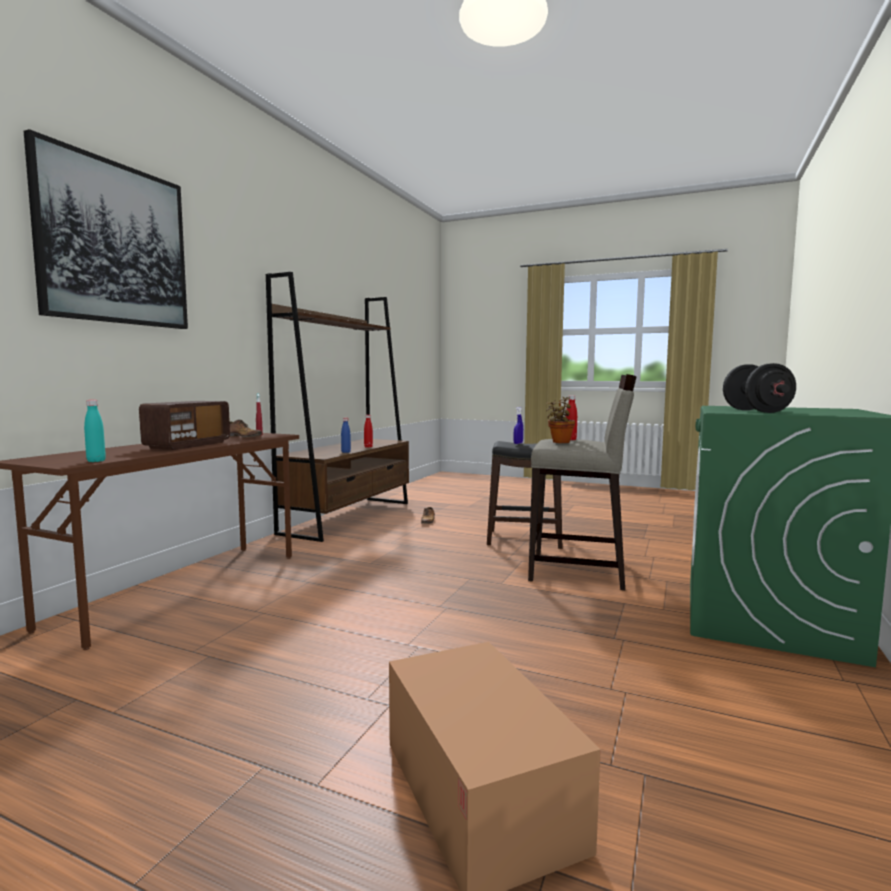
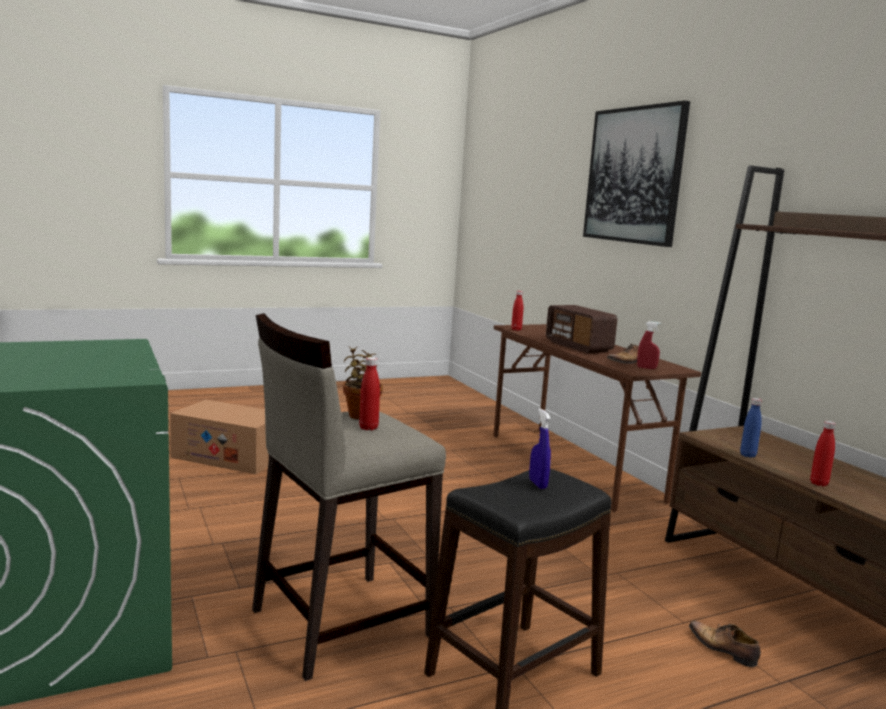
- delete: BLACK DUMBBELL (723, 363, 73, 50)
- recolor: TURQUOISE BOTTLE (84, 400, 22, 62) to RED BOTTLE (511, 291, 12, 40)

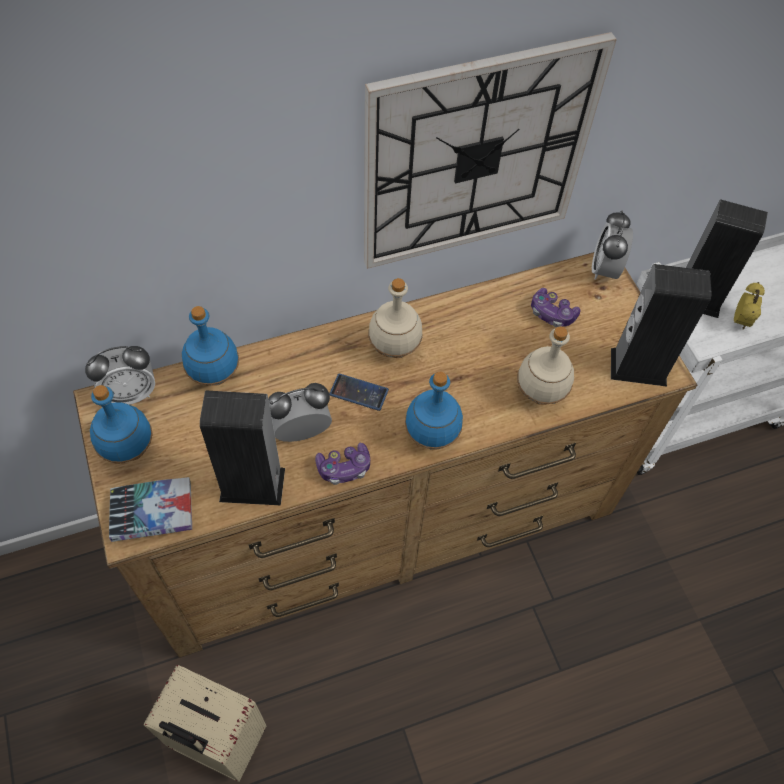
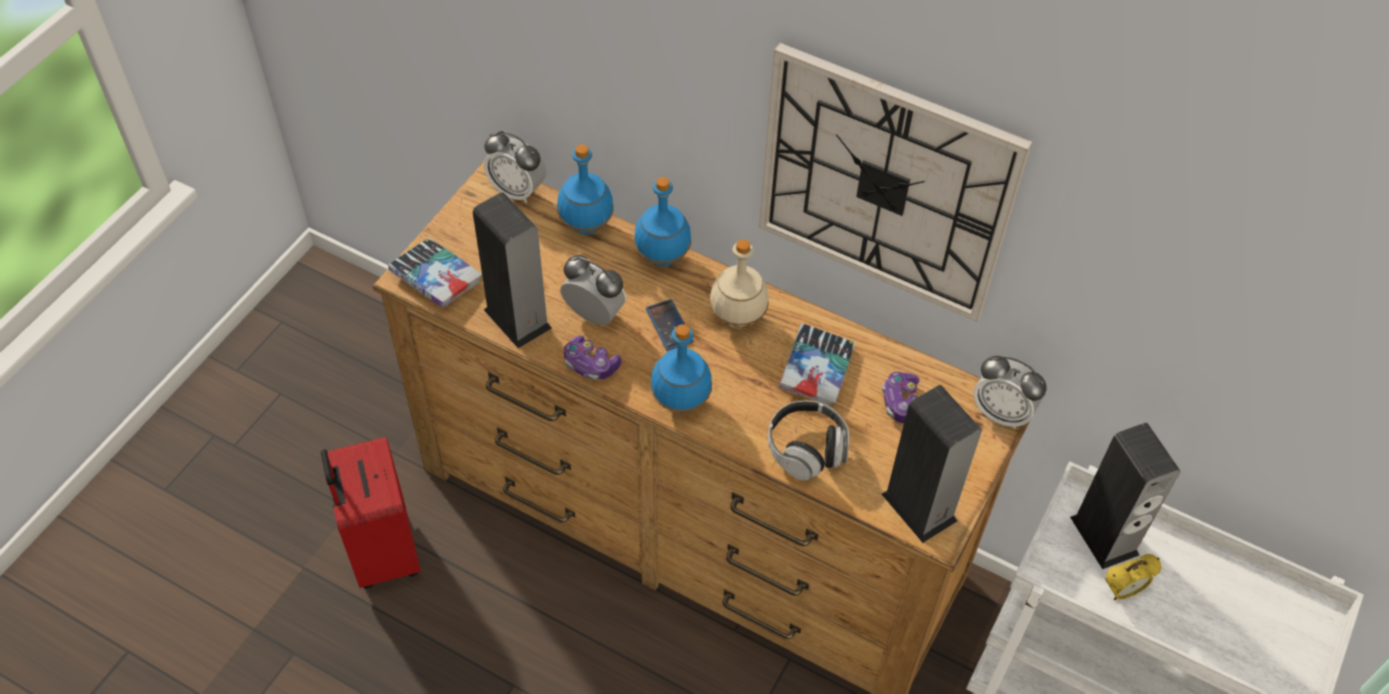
- insert: BOOK (779, 323, 76, 85)
- move: BLUE BOTTLE (90, 385, 63, 79) to (634, 177, 57, 90)
- replace: BEIGE BOTTLE (517, 327, 57, 78) to HEADPHONES (768, 401, 81, 80)
- recolor: BEIGE SUITCASE (143, 665, 123, 117) to RED SUITCASE (321, 437, 99, 151)
- rotate: ALARM CLOCK (592, 210, 41, 70) = (973, 356, 73, 73) 120 degrees counterclockwise

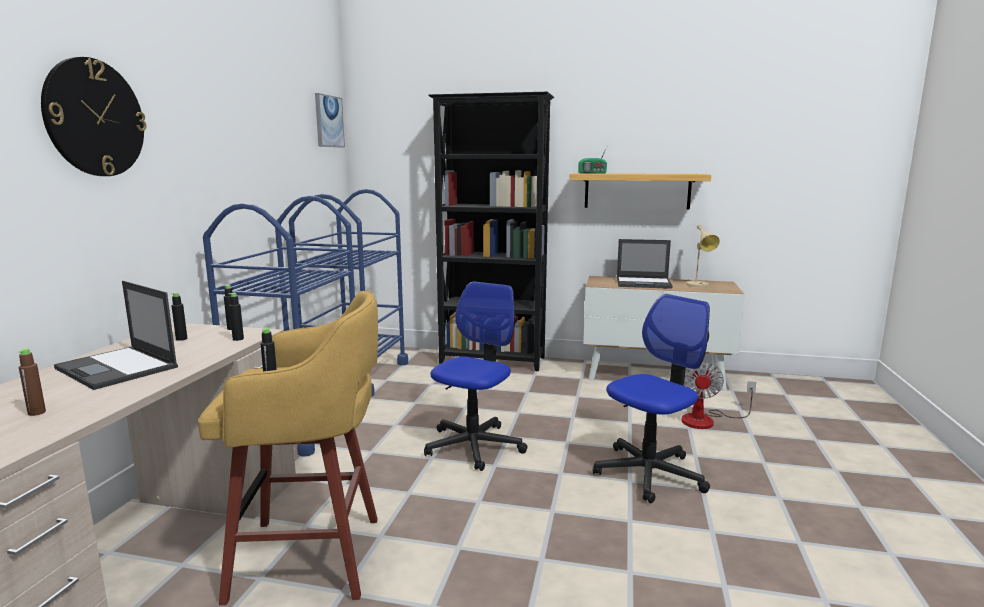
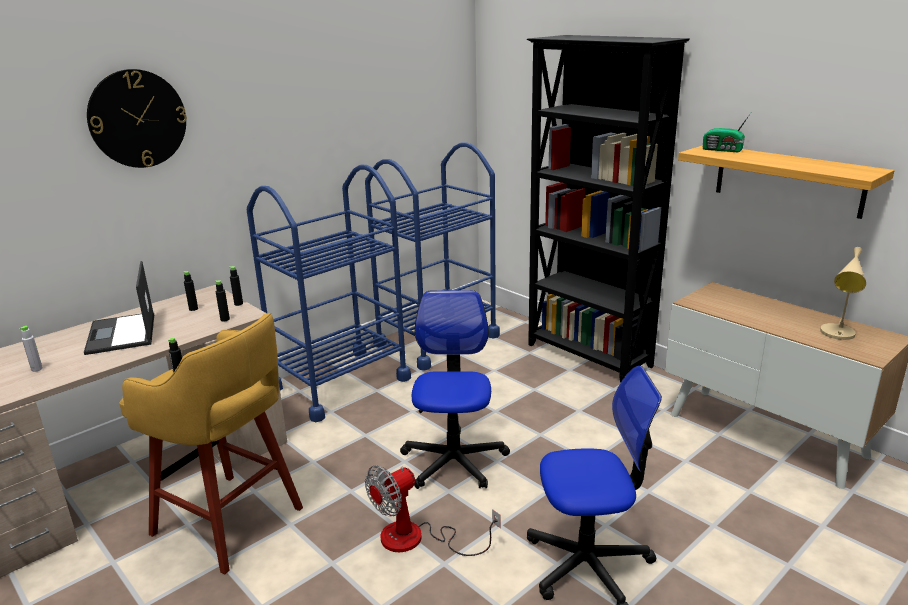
- delete: PICTURE (315, 93, 30, 55)
- delete: LAPTOP (617, 239, 56, 50)
- move: FAN (681, 361, 75, 68) to (365, 465, 136, 91)
- recolor: BROWN BOTTLE (18, 348, 28, 68) to GREY BOTTLE (19, 326, 24, 46)
- rotate: OFFICE CHAIR (424, 282, 103, 189) = (400, 290, 110, 199) 60 degrees counterclockwise

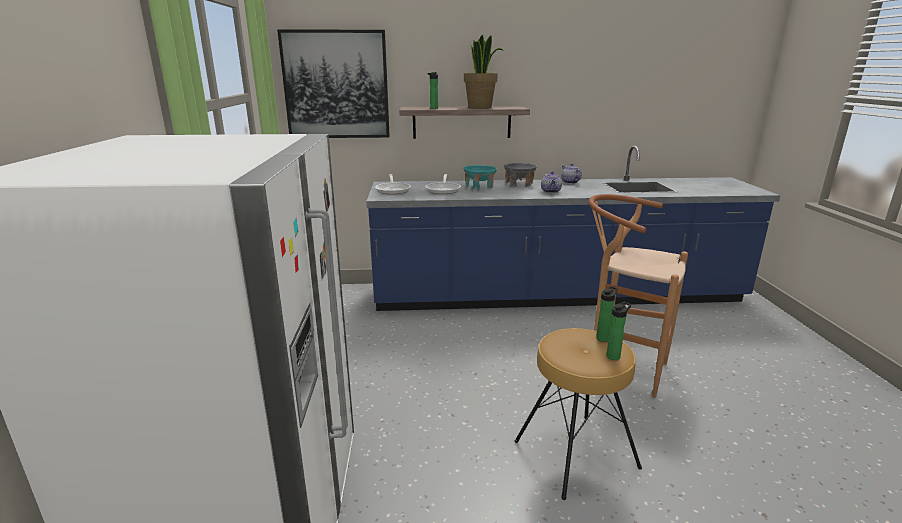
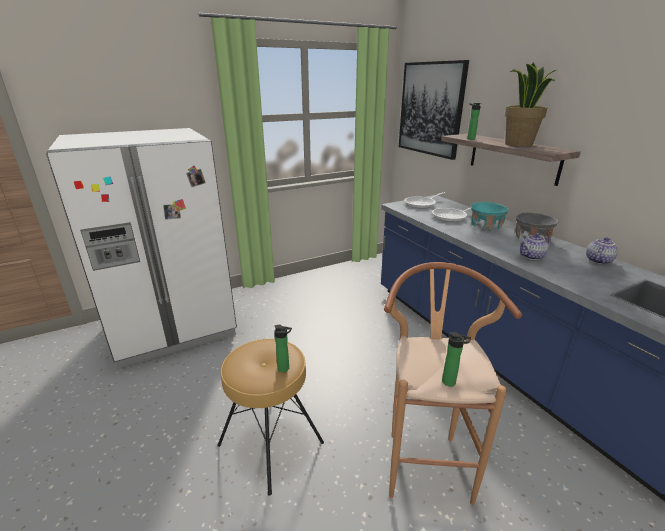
- move: BOTTLE (606, 302, 25, 58) to (442, 332, 29, 55)

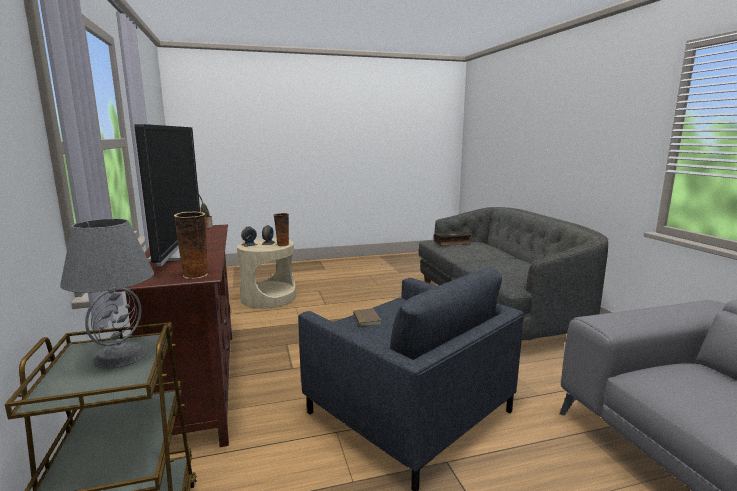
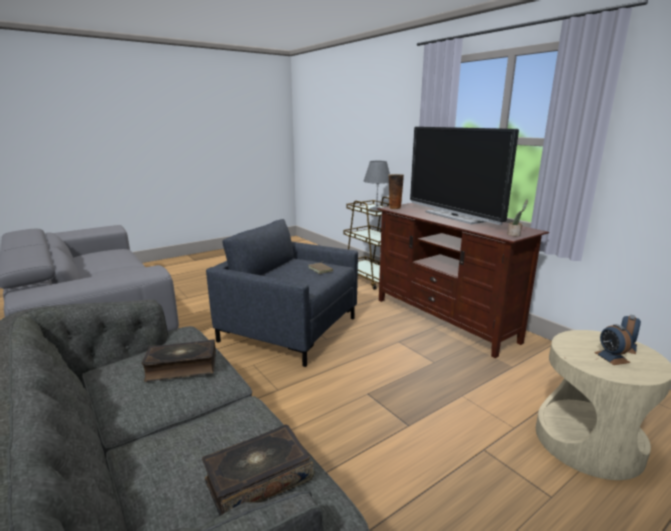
- delete: VASE (273, 213, 17, 33)
- insert: BOOK (141, 339, 75, 43)

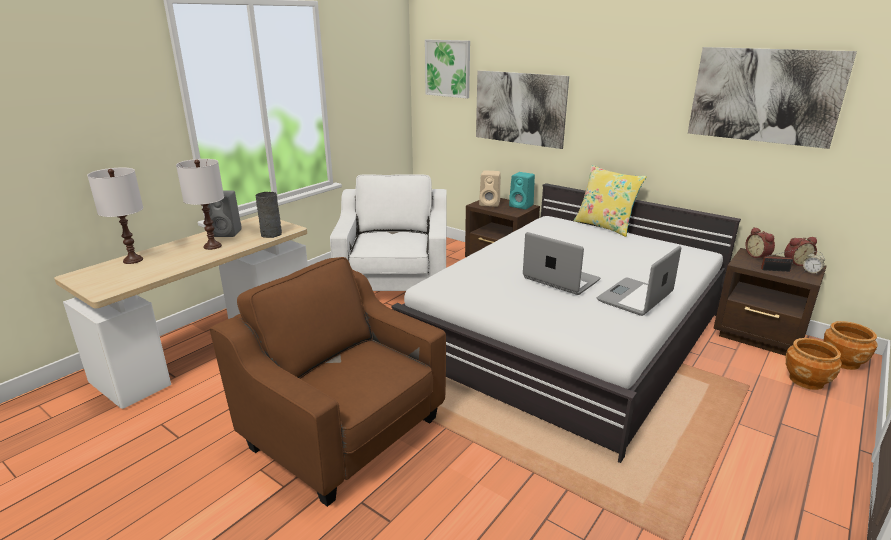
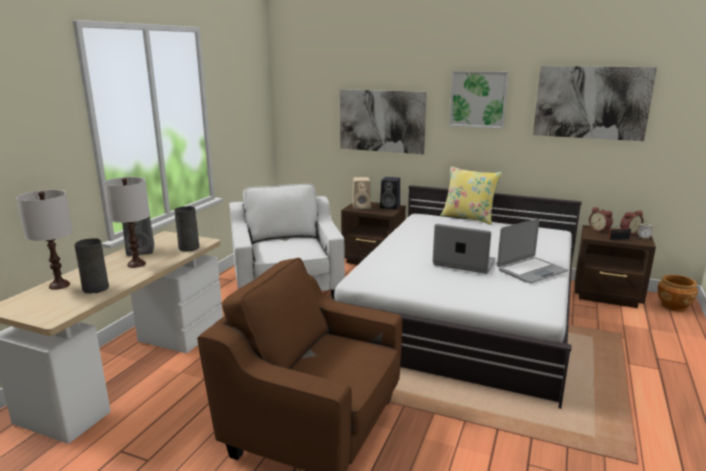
- delete: BROWN PLANTER (786, 338, 56, 52)
- insert: GREY VASE (75, 239, 34, 54)
- move: PICTURE (425, 40, 45, 58) to (449, 71, 60, 58)
- recolor: TURQUOISE SPEAKER (509, 172, 26, 37) to BLACK SPEAKER (380, 177, 20, 32)
- rotate: LAPTOP (597, 246, 84, 70) = (497, 219, 71, 64) 150 degrees counterclockwise

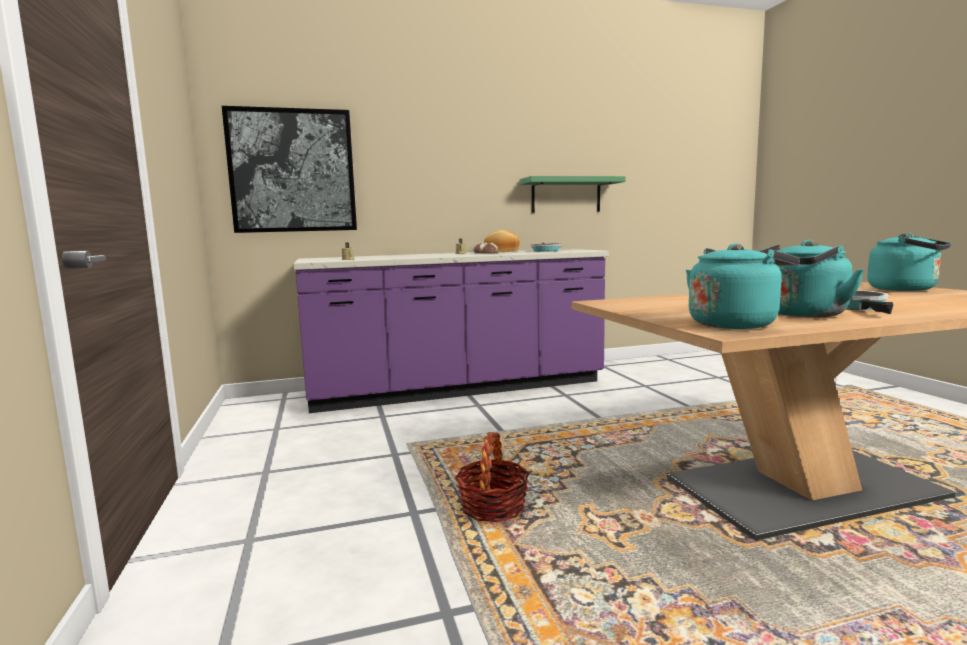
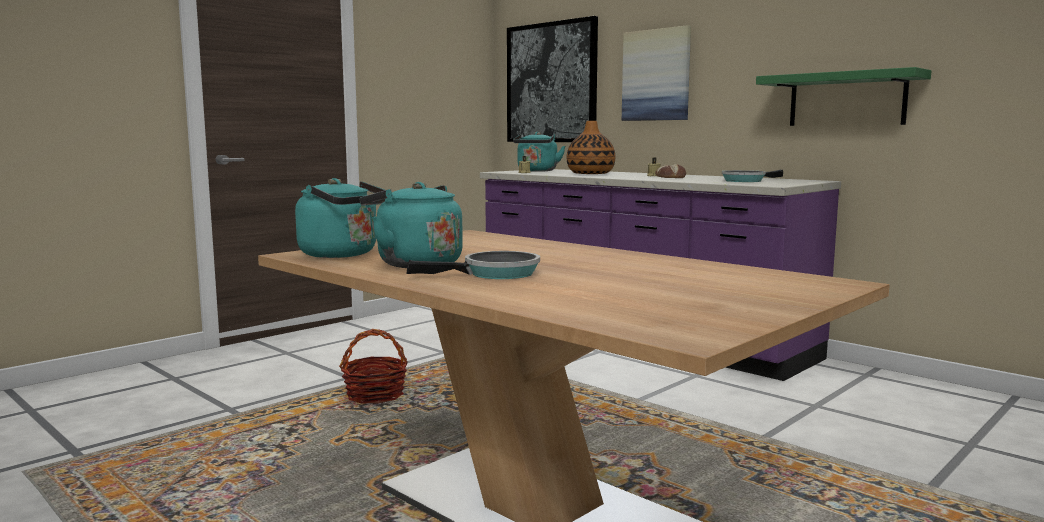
- delete: BREAD (484, 230, 36, 22)
- insert: VASE (567, 121, 48, 53)
- insert: PICTURE (622, 25, 69, 96)
- move: TURQUOISE KETTLE (867, 233, 84, 58) to (513, 132, 52, 40)

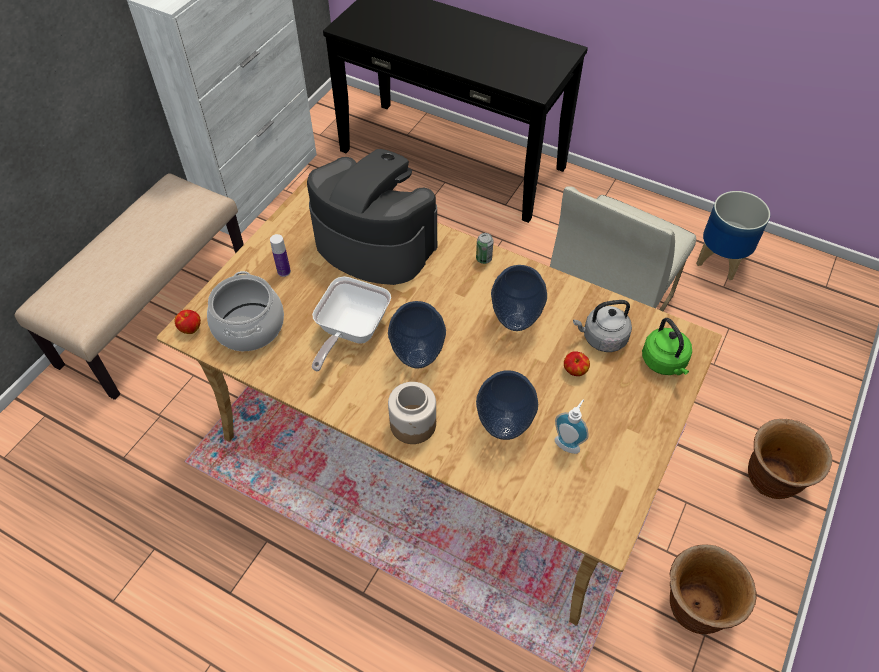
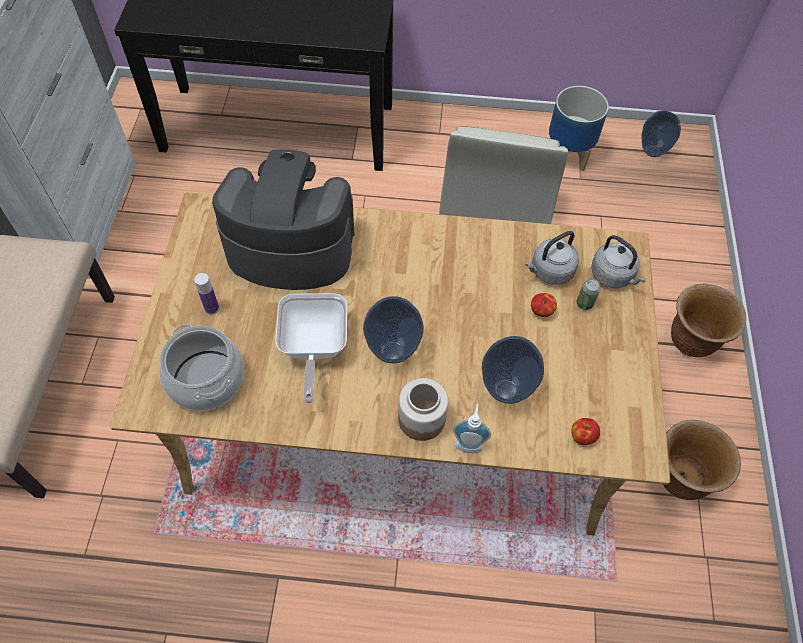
- move: APPLE (175, 310, 26, 24) to (571, 418, 29, 27)
- move: CAN (476, 233, 18, 31) to (577, 279, 24, 31)
- move: VASE (491, 265, 56, 66) to (641, 111, 40, 46)
- move: SOAP DISPENSER (555, 400, 34, 54) to (453, 404, 38, 49)
- recolor: GREEN KETTLE (642, 318, 50, 57) to GREY KETTLE (591, 235, 56, 53)

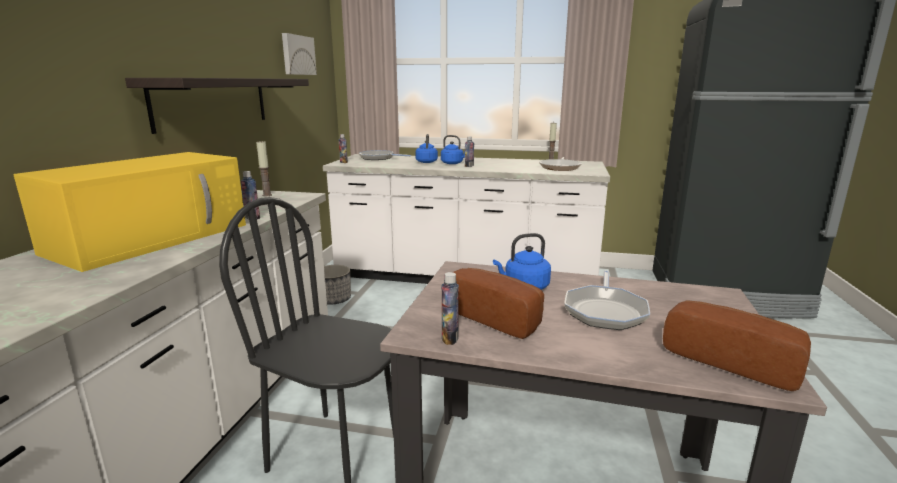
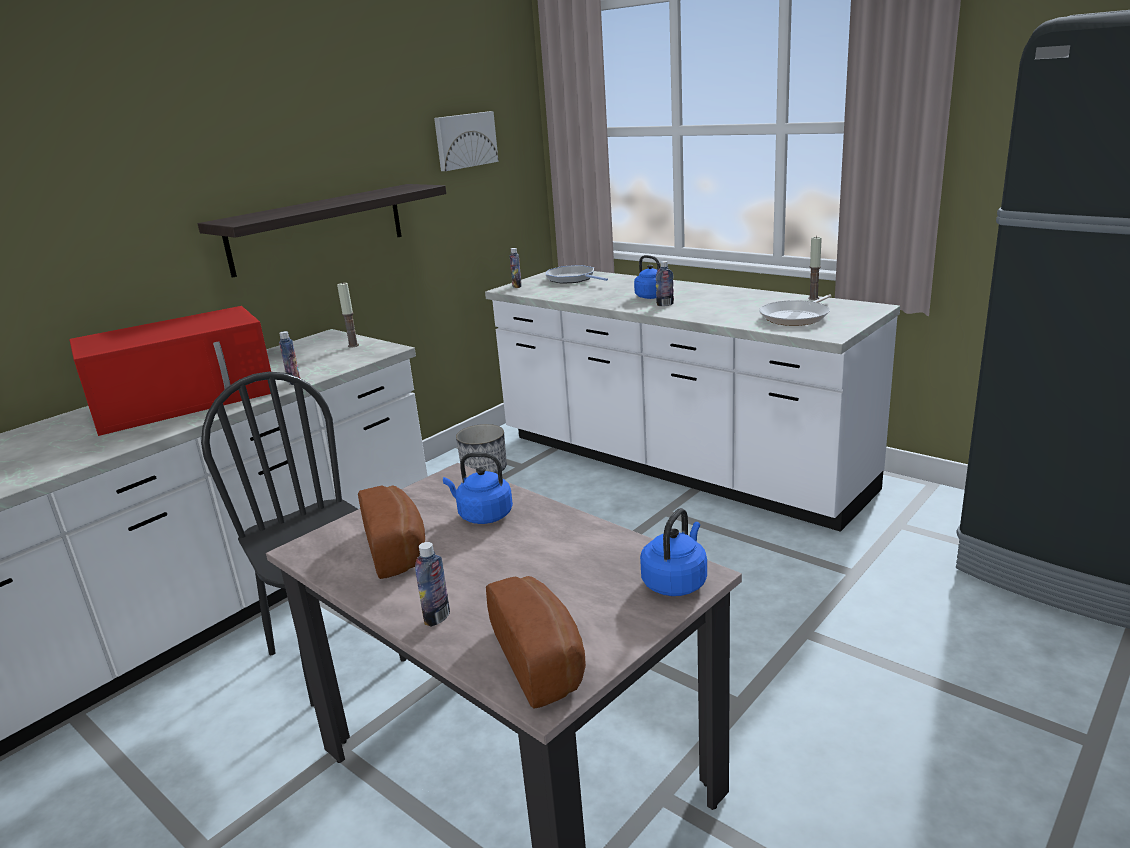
- delete: FRYING PAN (564, 270, 86, 60)
- move: BLUE KETTLE (415, 134, 23, 29) to (640, 508, 67, 88)
- move: BOTTLE (442, 272, 17, 73) to (415, 542, 35, 85)
- recolor: YELLOW MICROWAVE (13, 152, 233, 120) to RED MICROWAVE (69, 306, 202, 130)

